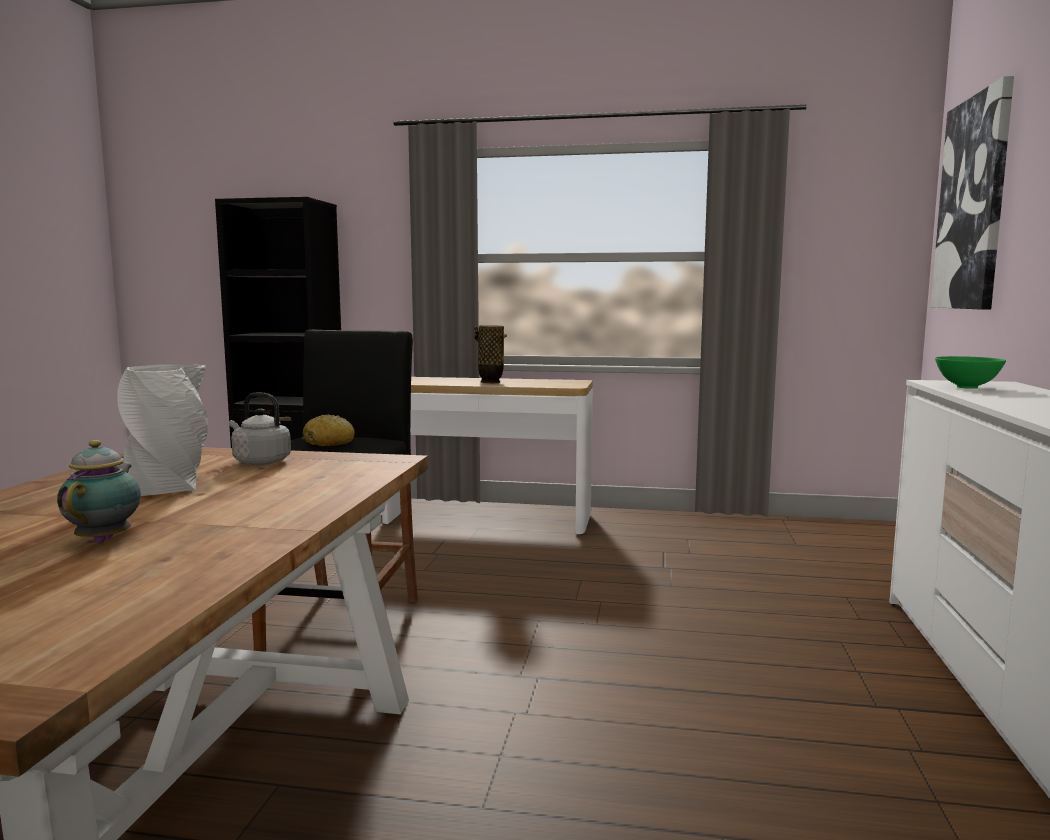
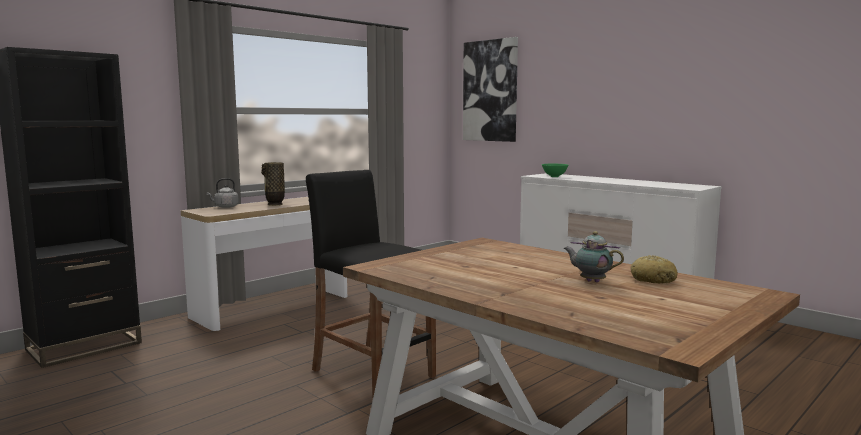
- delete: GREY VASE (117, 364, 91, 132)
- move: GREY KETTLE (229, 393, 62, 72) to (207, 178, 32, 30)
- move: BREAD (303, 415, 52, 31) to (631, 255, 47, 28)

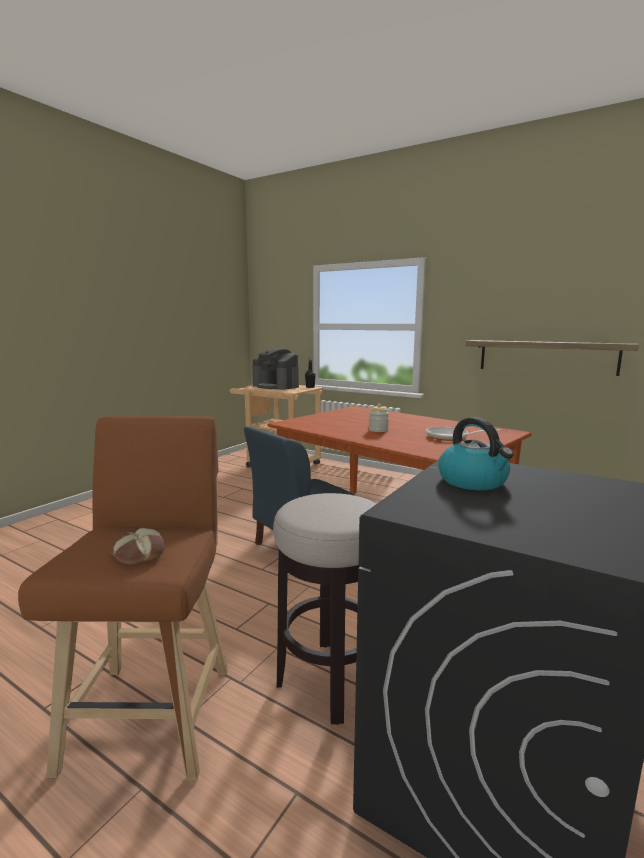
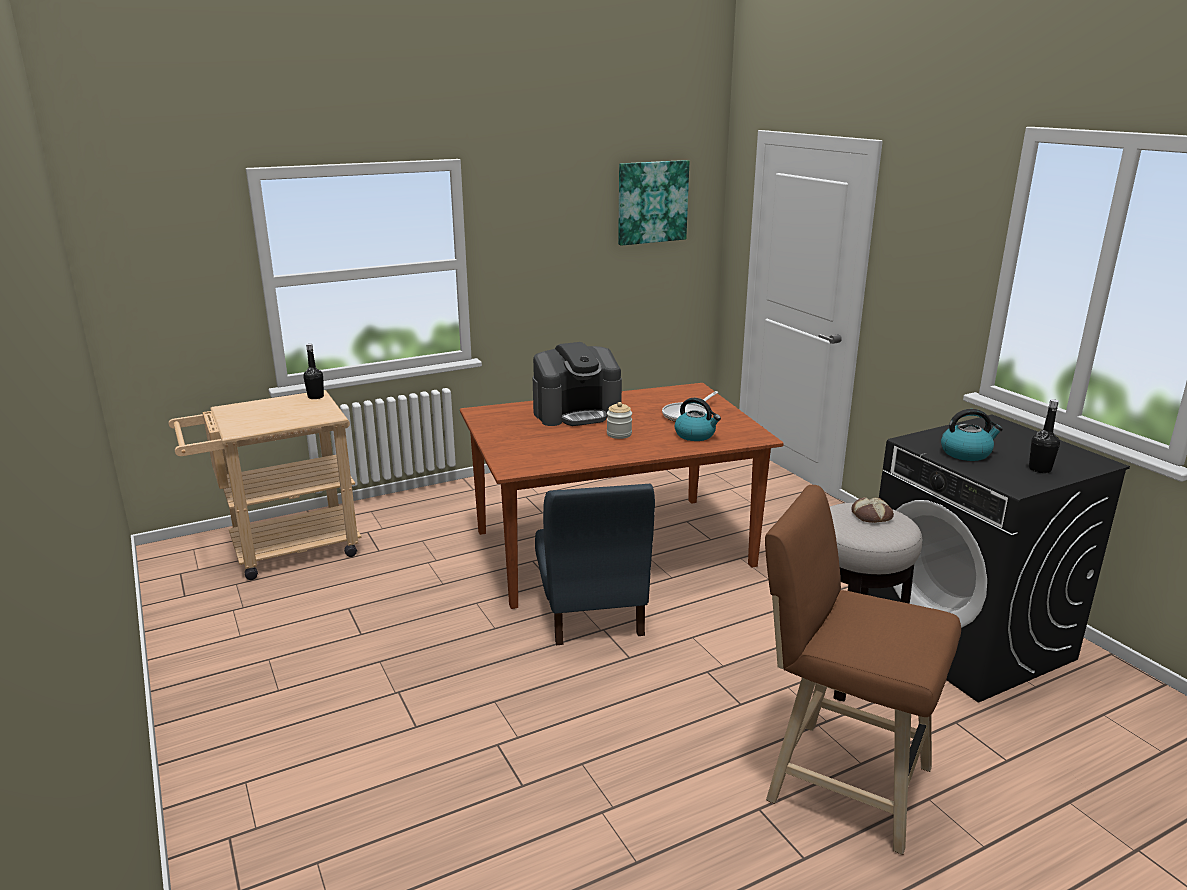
- delete: SHELF (466, 340, 173, 36)
- insert: PICTURE (618, 160, 71, 86)
- insert: KETTLE (675, 398, 46, 43)
- insert: BLACK BOTTLE (1029, 399, 31, 74)
- move: BREAD (111, 528, 54, 36) to (851, 497, 43, 26)
- move: COFFEE MACHINE (252, 348, 47, 42) to (533, 342, 89, 84)

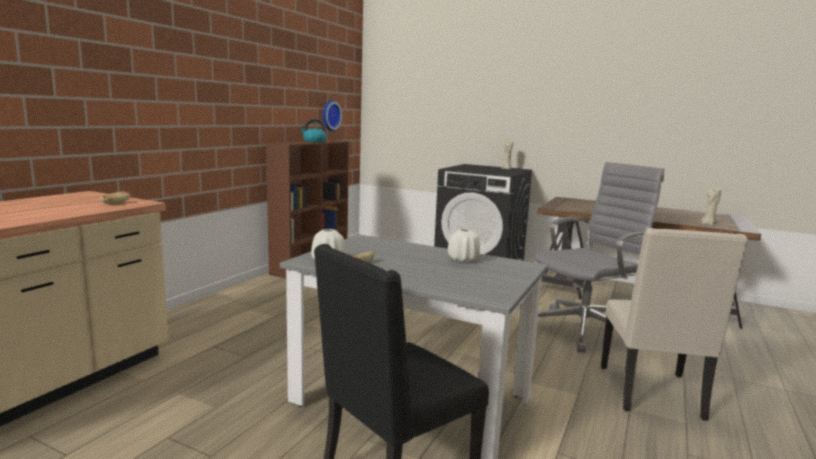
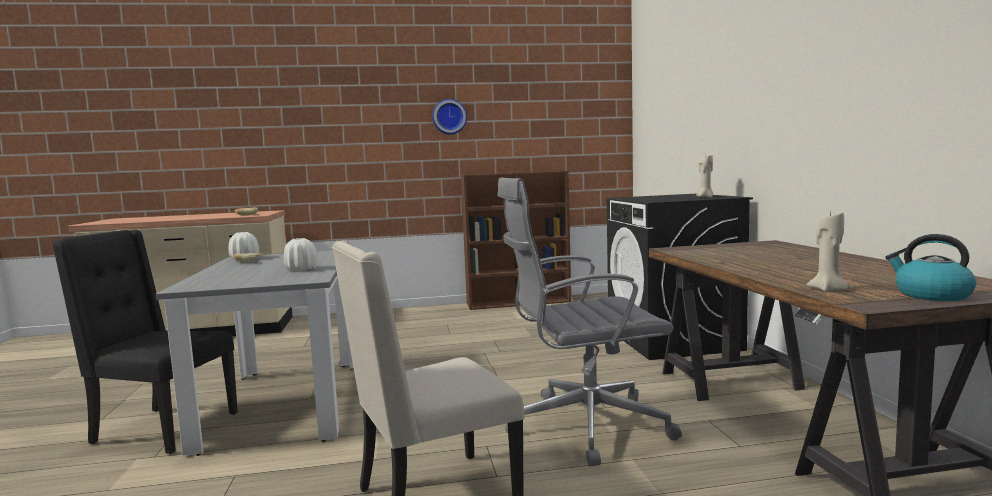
- move: KETTLE (300, 119, 27, 23) to (885, 234, 91, 67)
- move: WALL CLOCK (322, 100, 20, 31) to (432, 99, 35, 36)
- rotate: GREY OFFICE CHAIR (535, 162, 129, 191) = (497, 177, 185, 290) 150 degrees clockwise

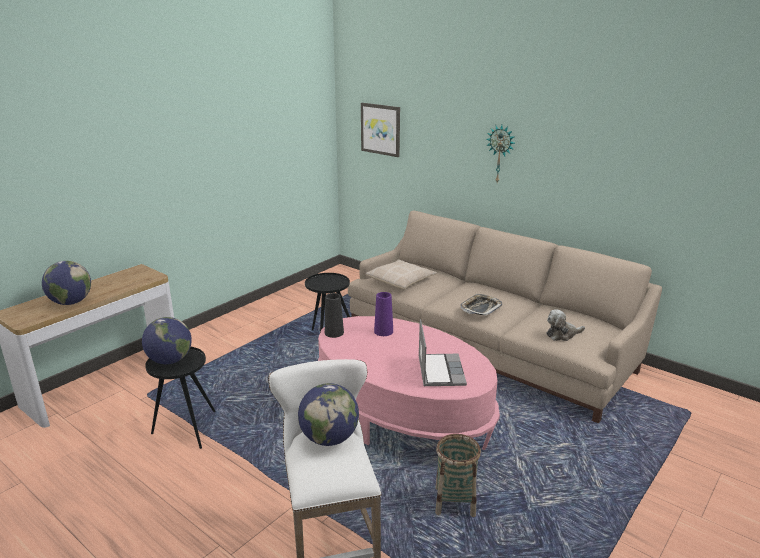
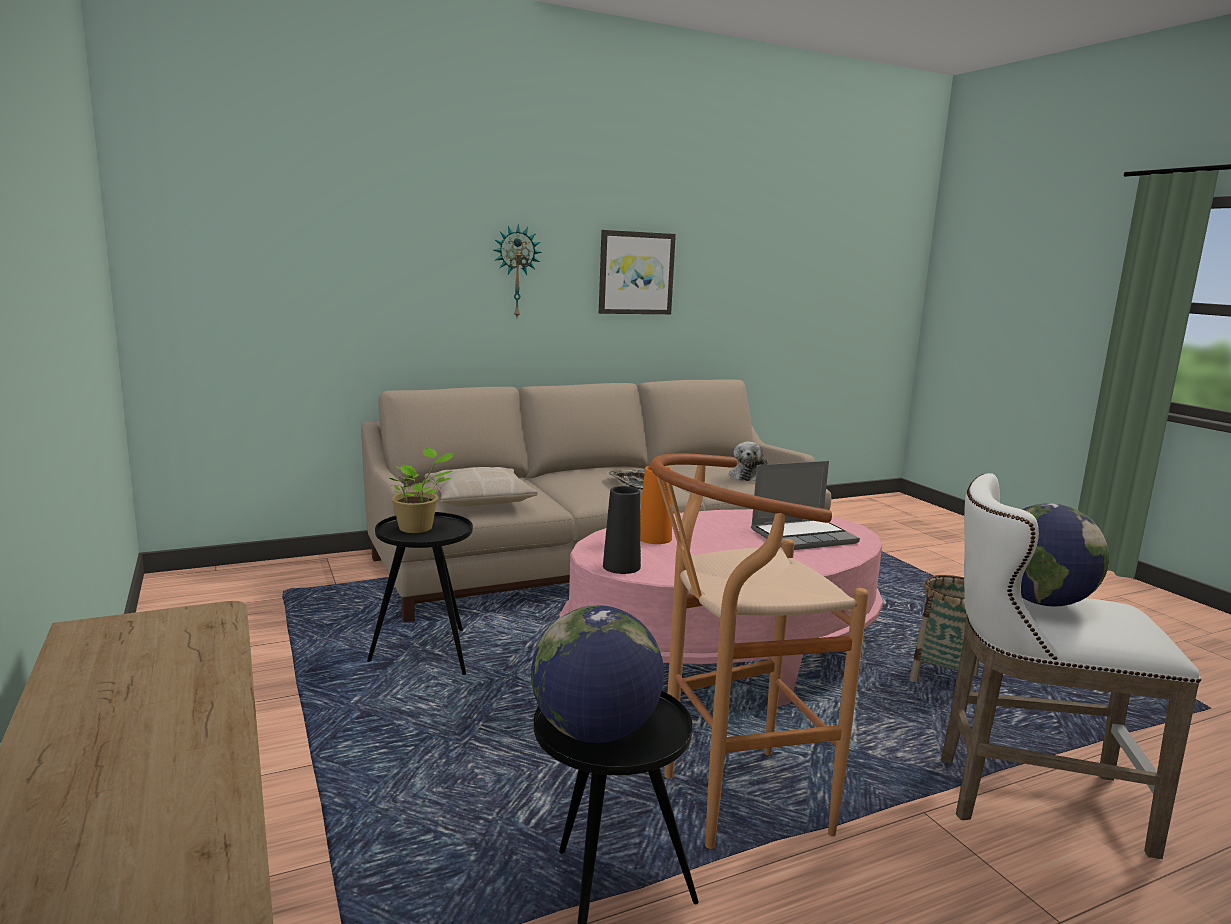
- delete: GLOBE (42, 261, 49, 44)
- insert: POTTED PLANT (387, 448, 67, 85)
- insert: BROWN STOOL (650, 453, 219, 396)
- move: PICTURE (361, 103, 39, 54) to (599, 230, 77, 84)
- recolor: PURPLE VASE (374, 292, 19, 44) to ORANGE VASE (640, 466, 32, 78)
- rotate: LAPTOP (419, 319, 48, 67) = (751, 461, 109, 89) 135 degrees clockwise

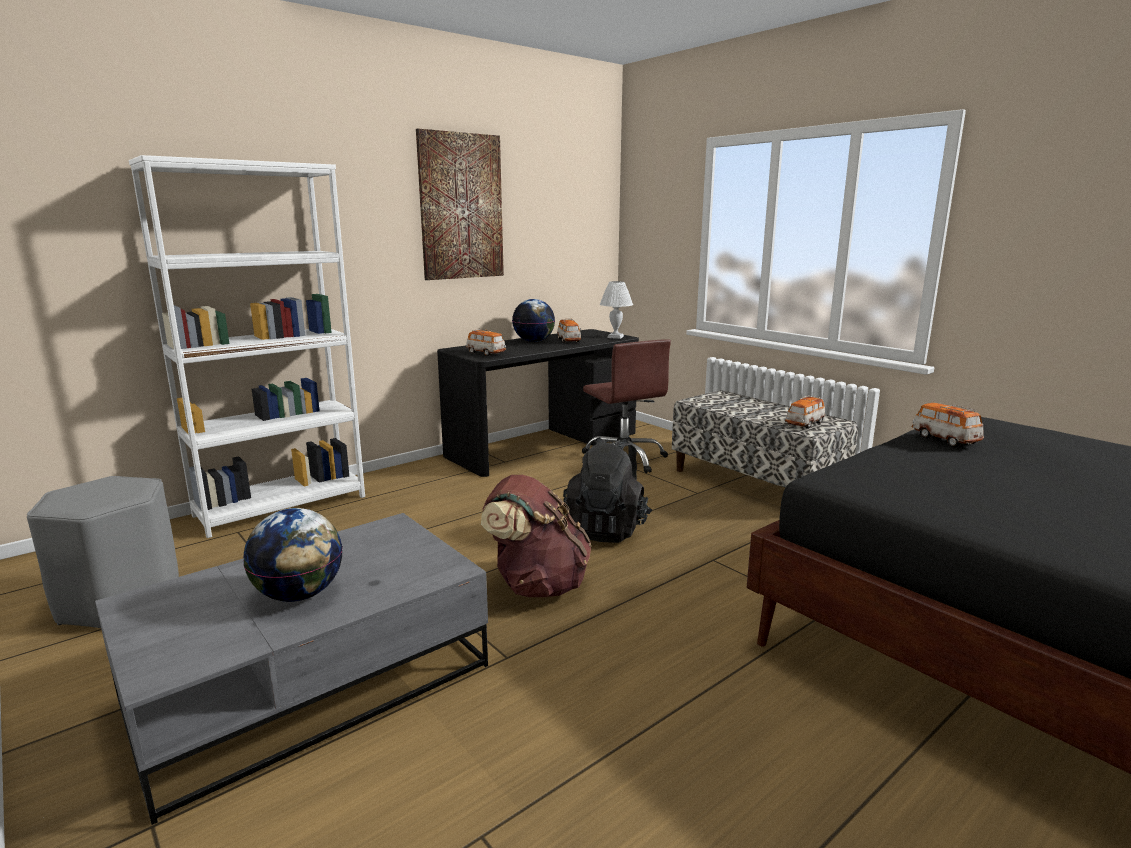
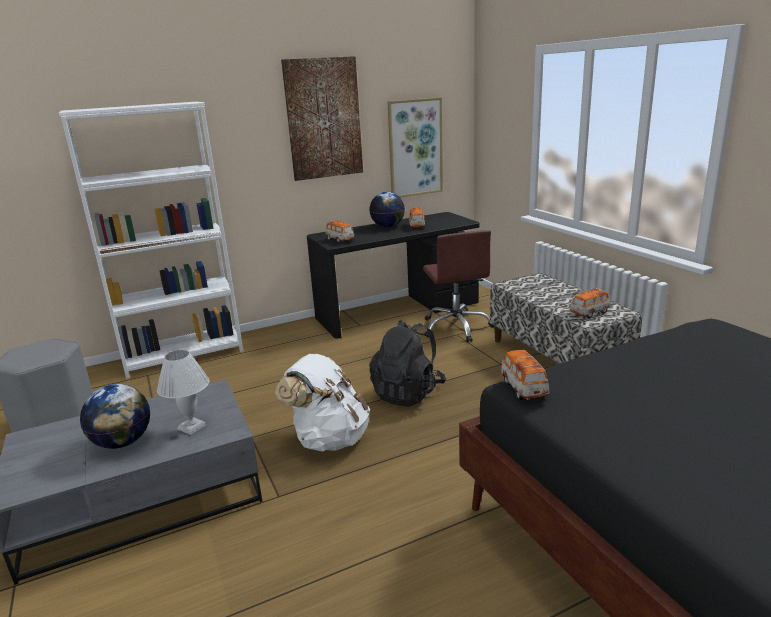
- insert: PICTURE (387, 97, 56, 101)
- move: WHITE TABLE LAMP (600, 281, 33, 58) to (157, 350, 52, 85)
- move: TOY CAR (912, 403, 72, 44) to (501, 350, 48, 50)
- recolor: BROWN BACKPACK (481, 475, 110, 122) to WHITE BACKPACK (275, 354, 95, 97)

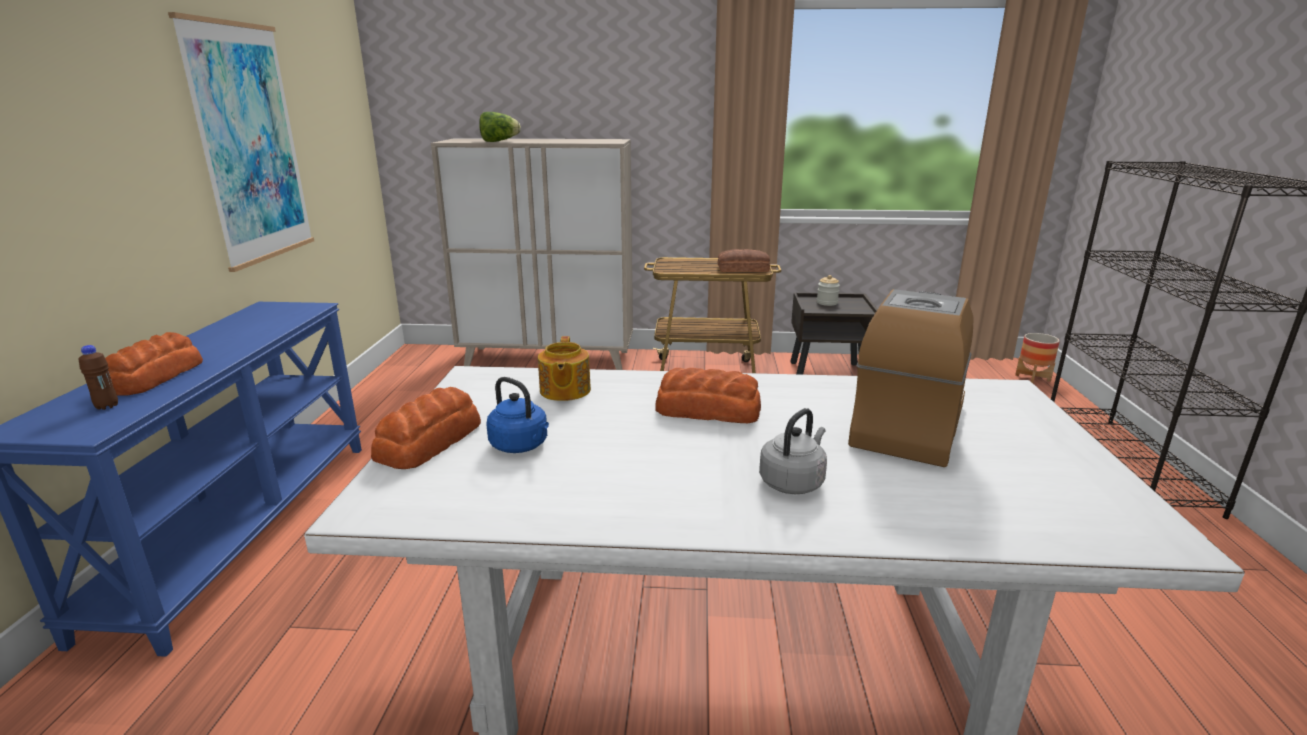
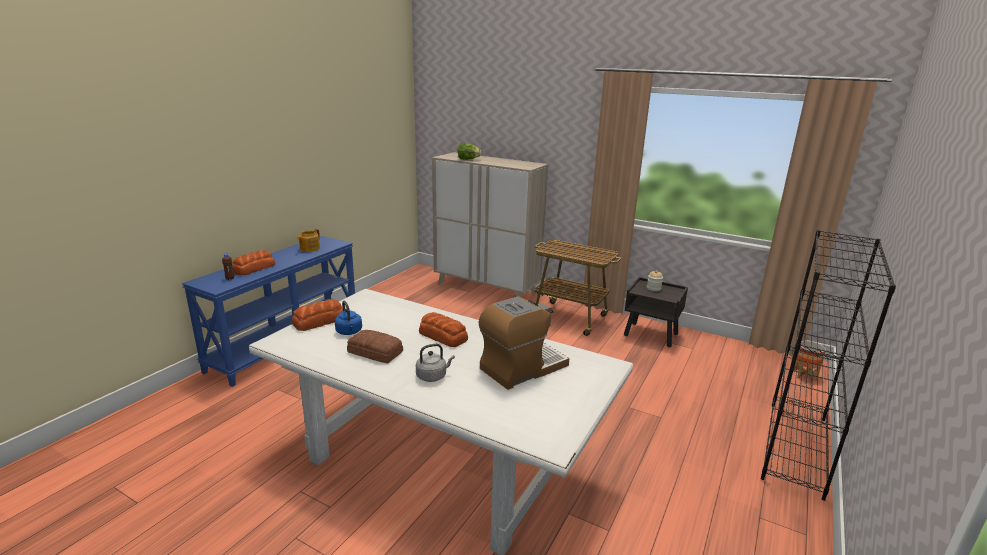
- delete: PICTURE (168, 12, 146, 260)
- move: TEAPOT (538, 336, 53, 65) to (297, 229, 23, 23)
- move: BREAD (718, 249, 52, 23) to (347, 330, 56, 33)

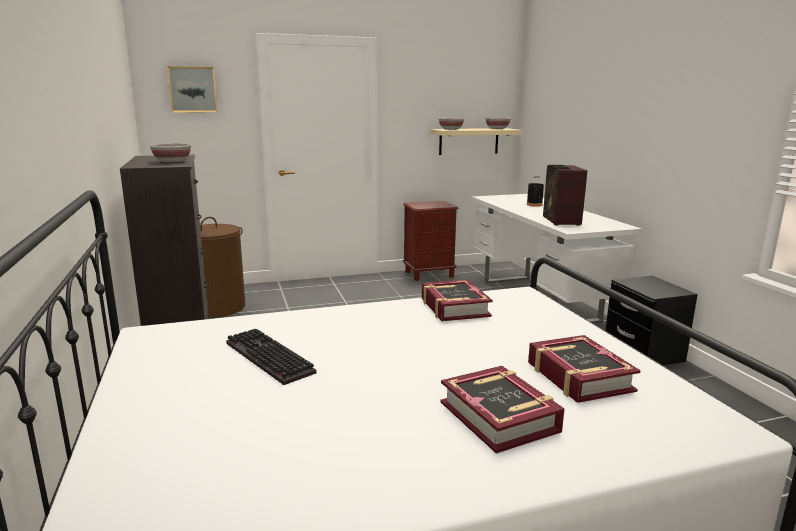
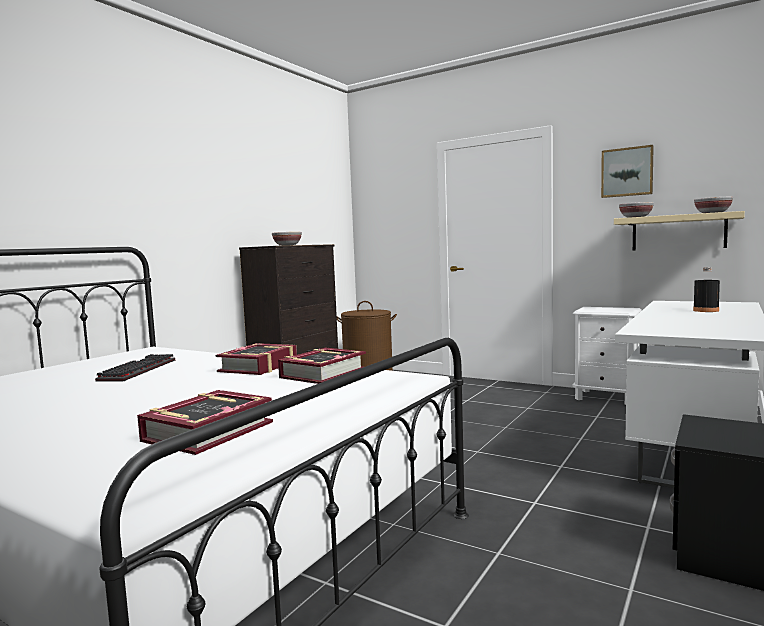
- delete: RADIO (543, 165, 45, 60)
- move: PICTURE (167, 66, 51, 46) to (601, 145, 53, 53)
- move: BOOK (440, 366, 125, 88) to (216, 343, 81, 32)
- recolor: BROWN NIGHTSTAND (403, 201, 56, 80) to WHITE NIGHTSTAND (573, 307, 69, 98)

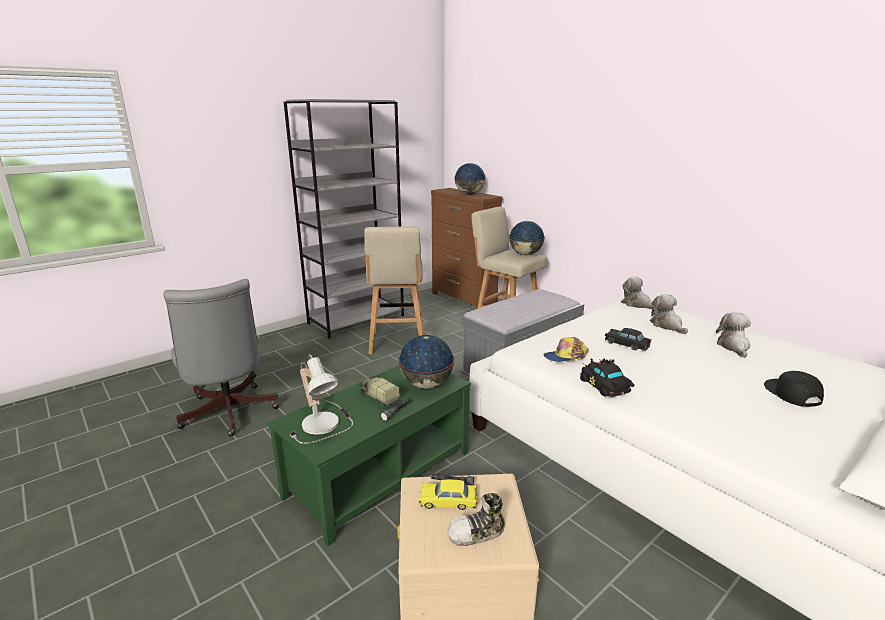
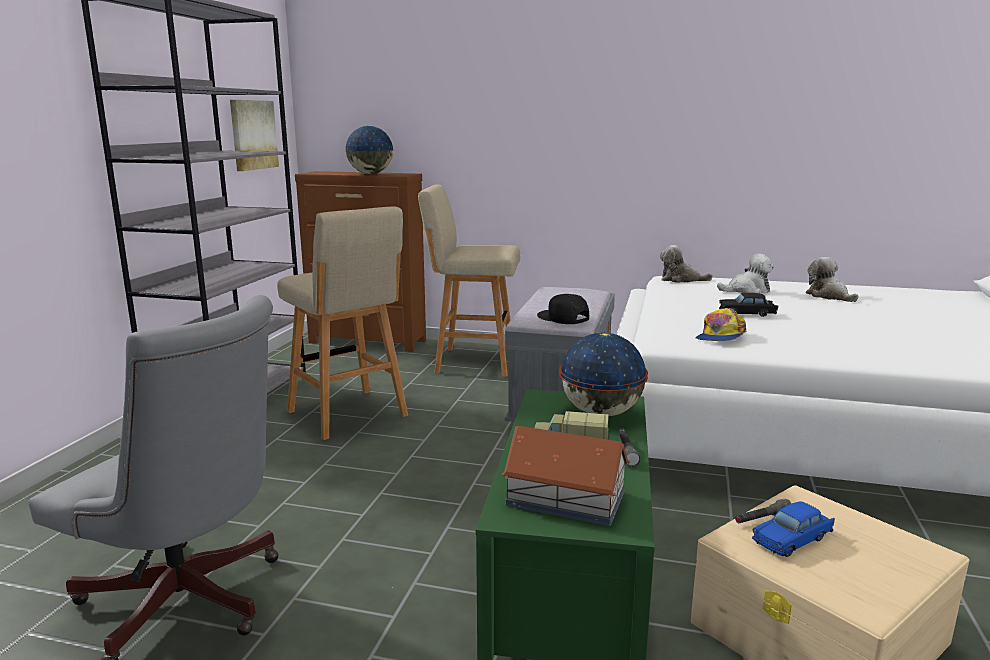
- delete: SHOE (447, 493, 58, 53)
- delete: GLOBE (509, 221, 36, 34)
- delete: BLACK TOY CAR (580, 358, 55, 39)
- insert: PICTURE (230, 100, 49, 71)
- move: BLACK CAP (764, 371, 60, 36) to (537, 294, 52, 30)
- replace: TABLE LAMP (290, 354, 63, 90) to TOY HOUSE (502, 426, 128, 100)
- recolor: YELLOW TOY CAR (419, 479, 58, 31) to BLUE TOY CAR (752, 502, 83, 55)
- rotate: PLUSH TOY (650, 294, 38, 40) = (717, 253, 57, 41) 135 degrees clockwise

